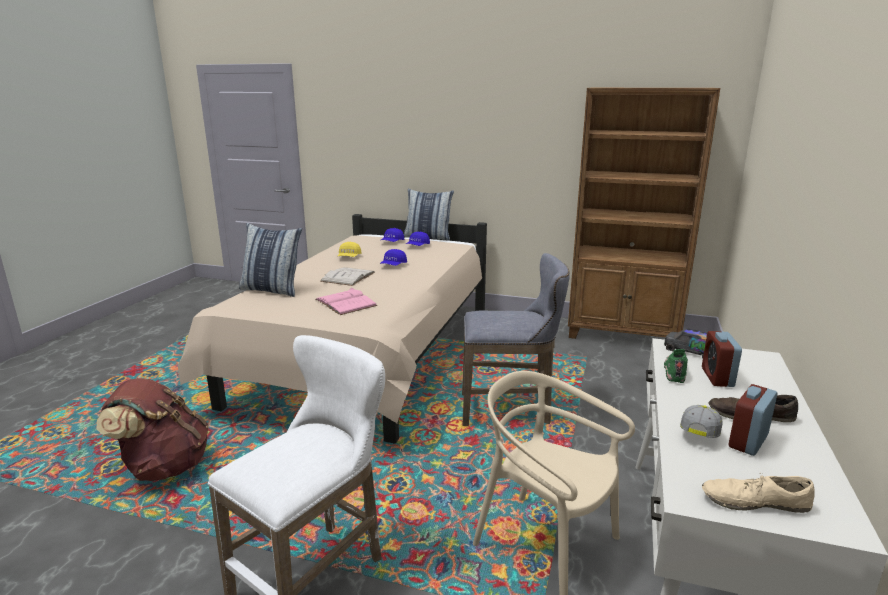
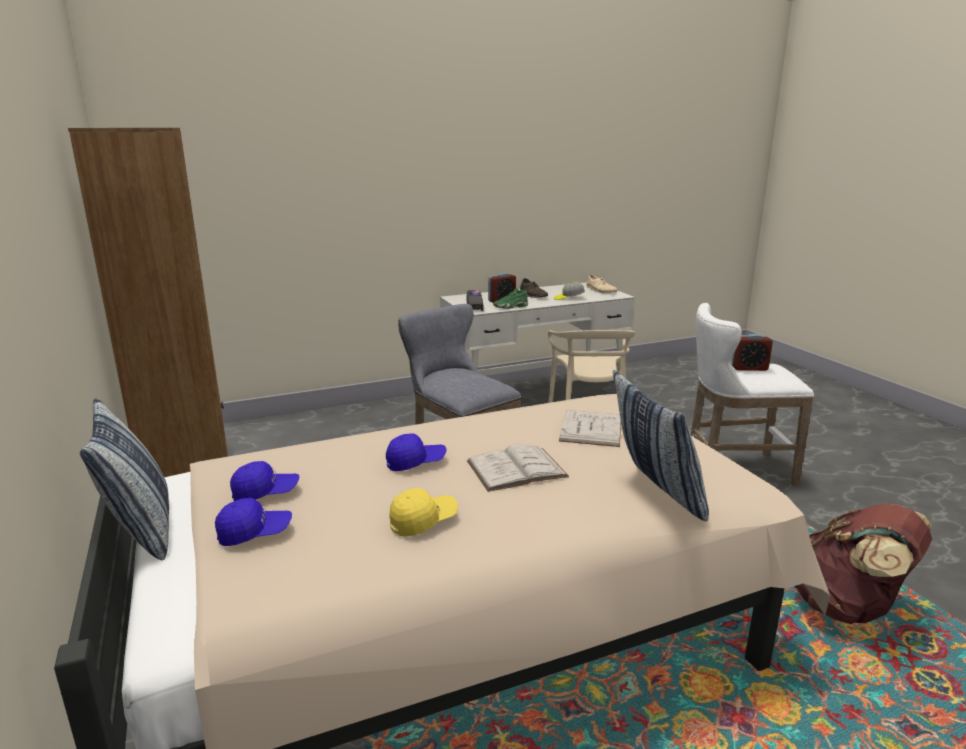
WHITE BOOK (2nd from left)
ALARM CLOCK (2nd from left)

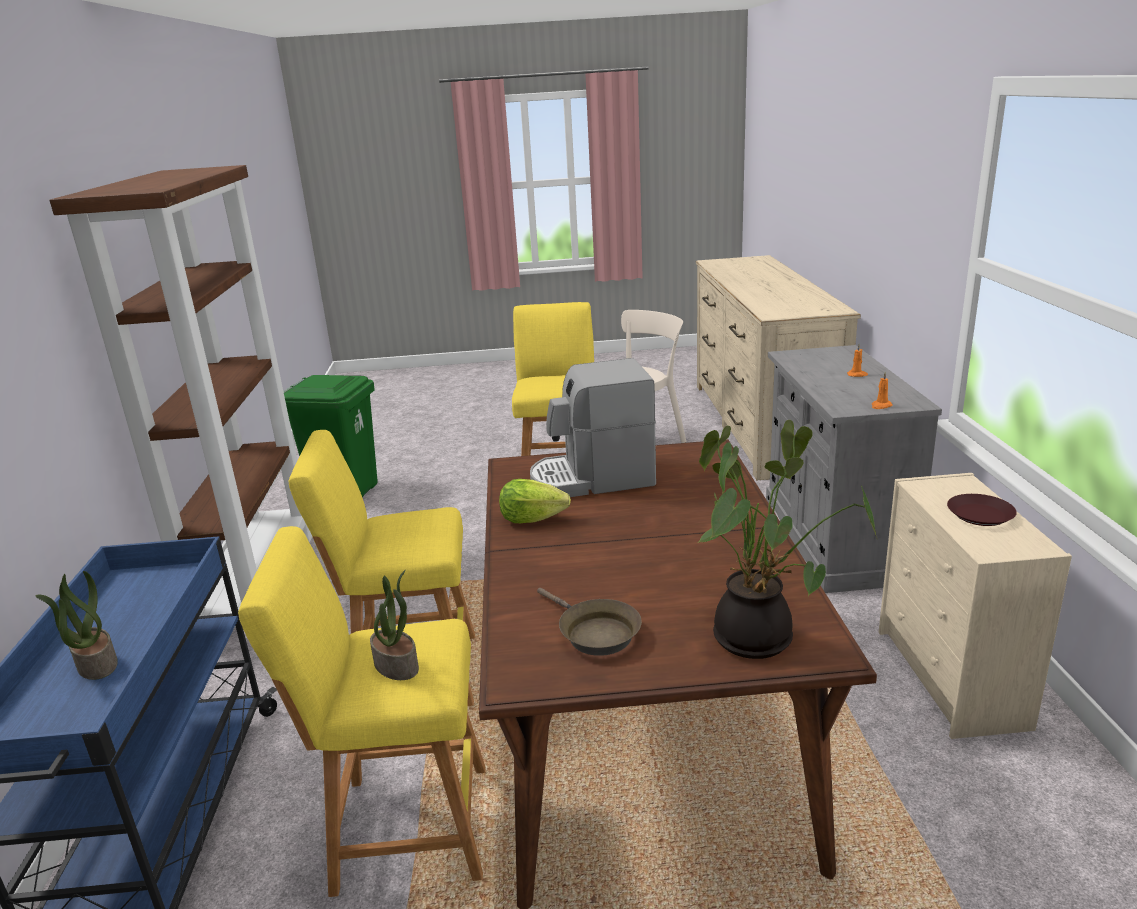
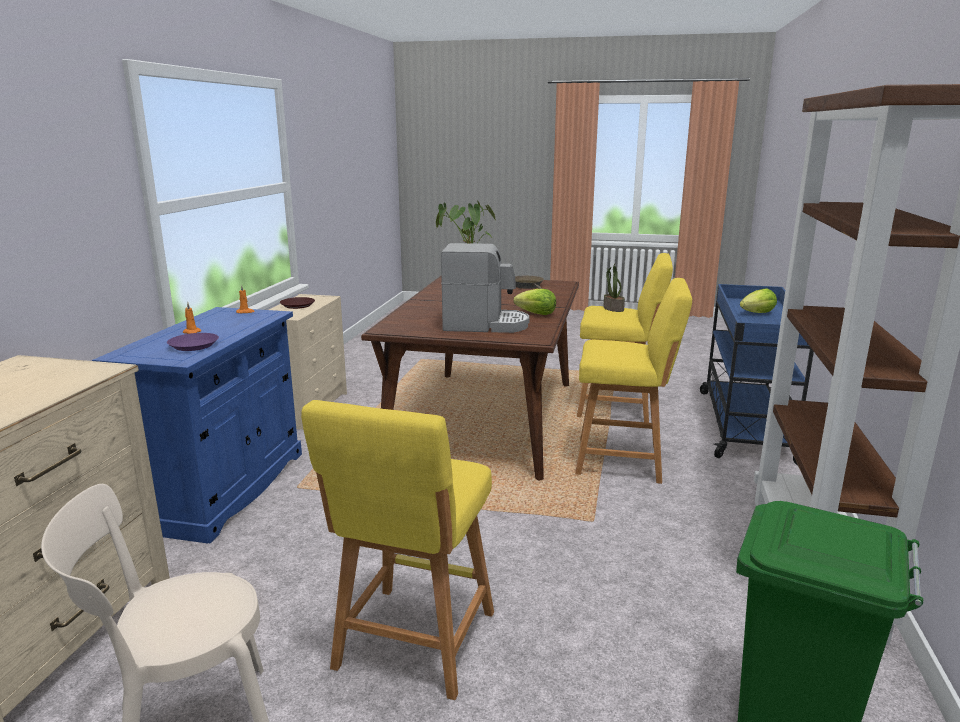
LETTUCE (2nd from left)
BLUE CABINET
PURPLE PLATE

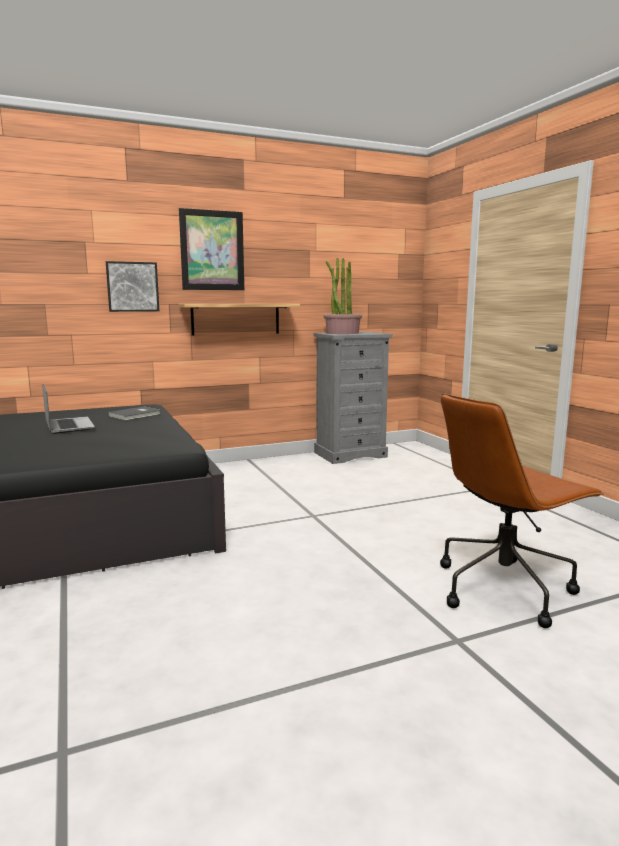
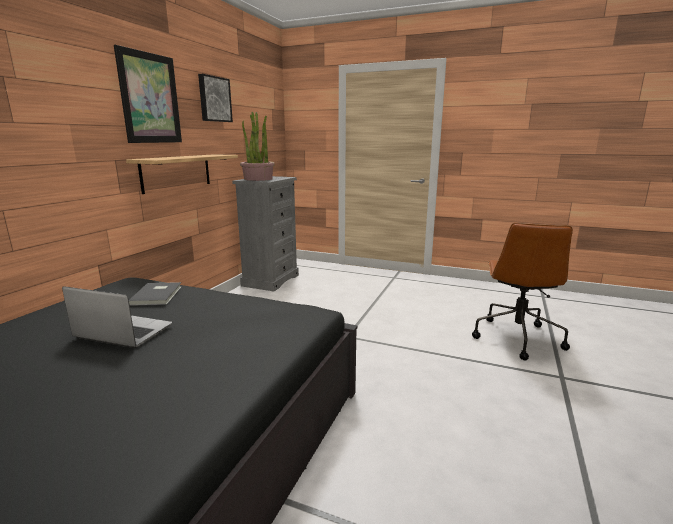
PICTURE (2nd from left)

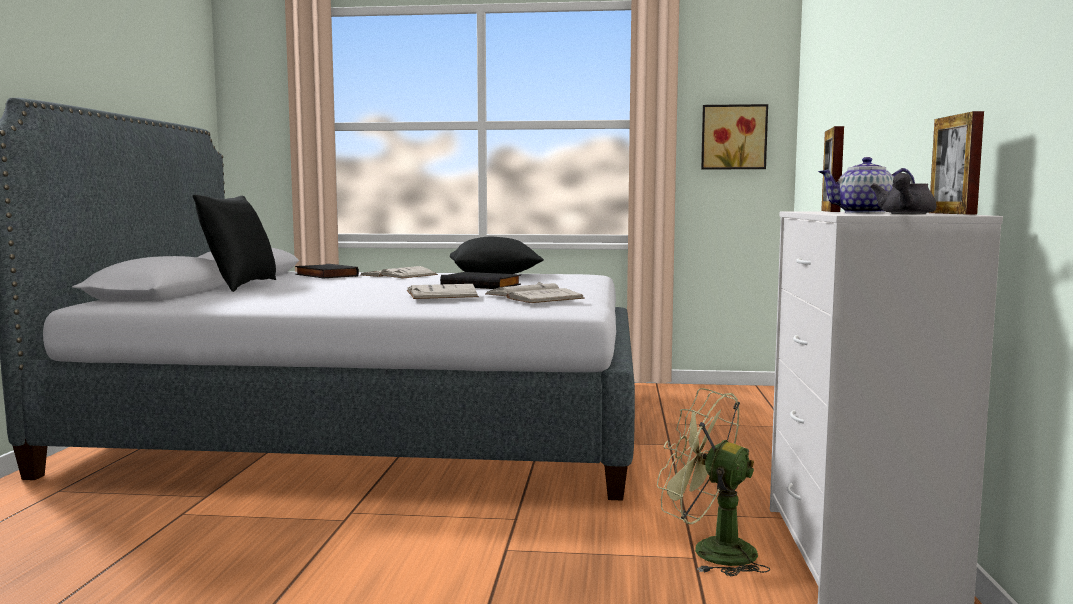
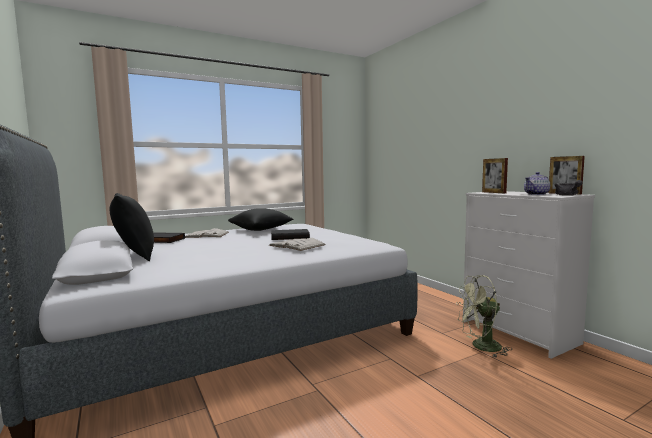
WHITE BOOK (3rd from left in the first image)
PICTURE

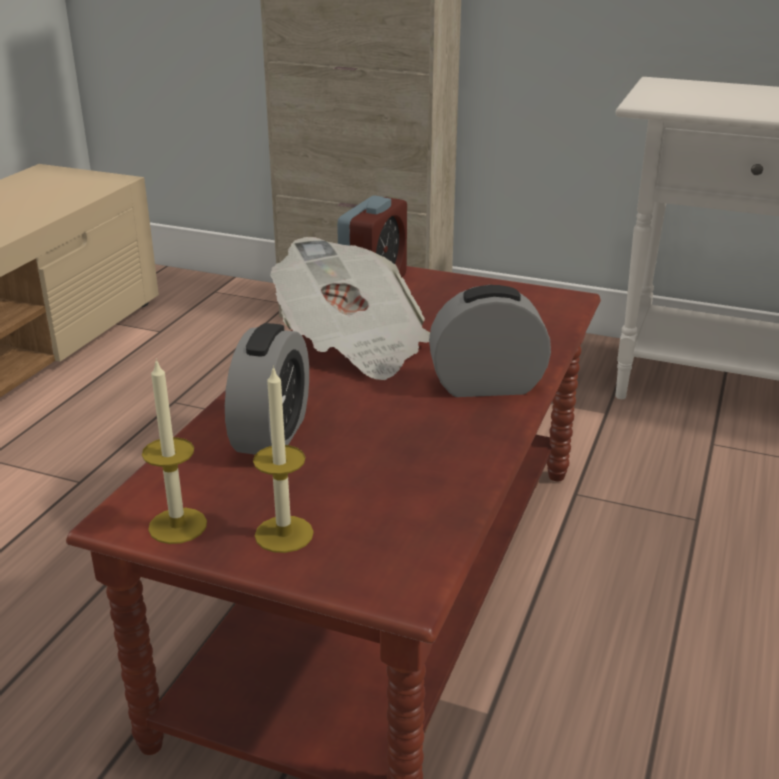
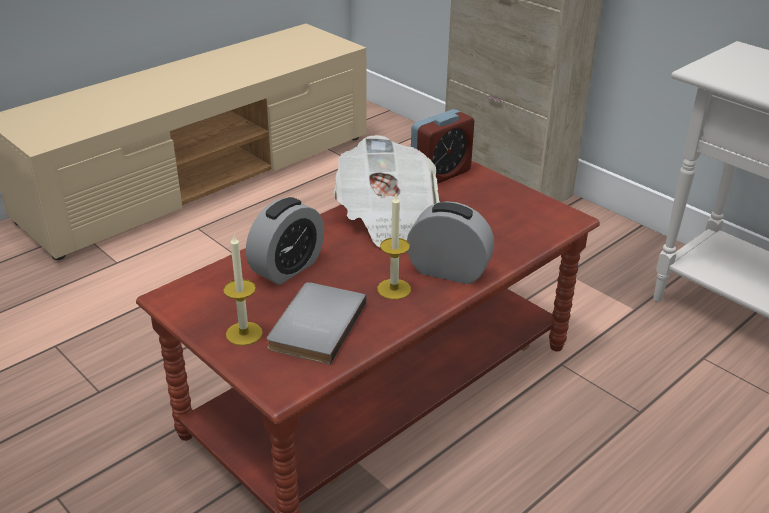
CANDLE (2nd from left)
GREY BOOK

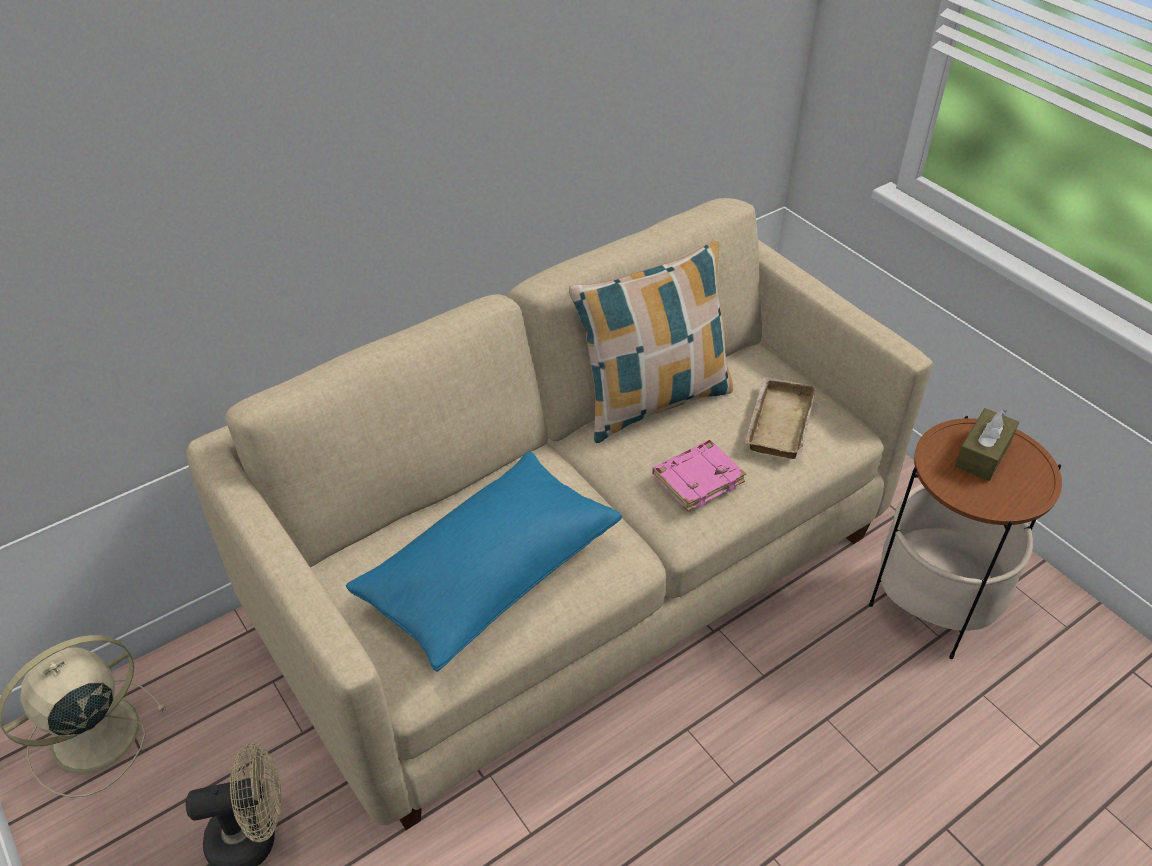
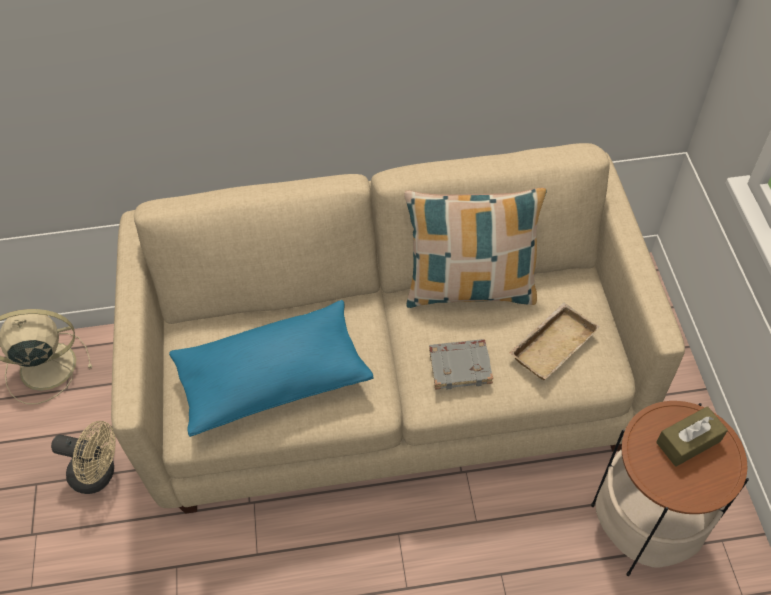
GREY BOOK

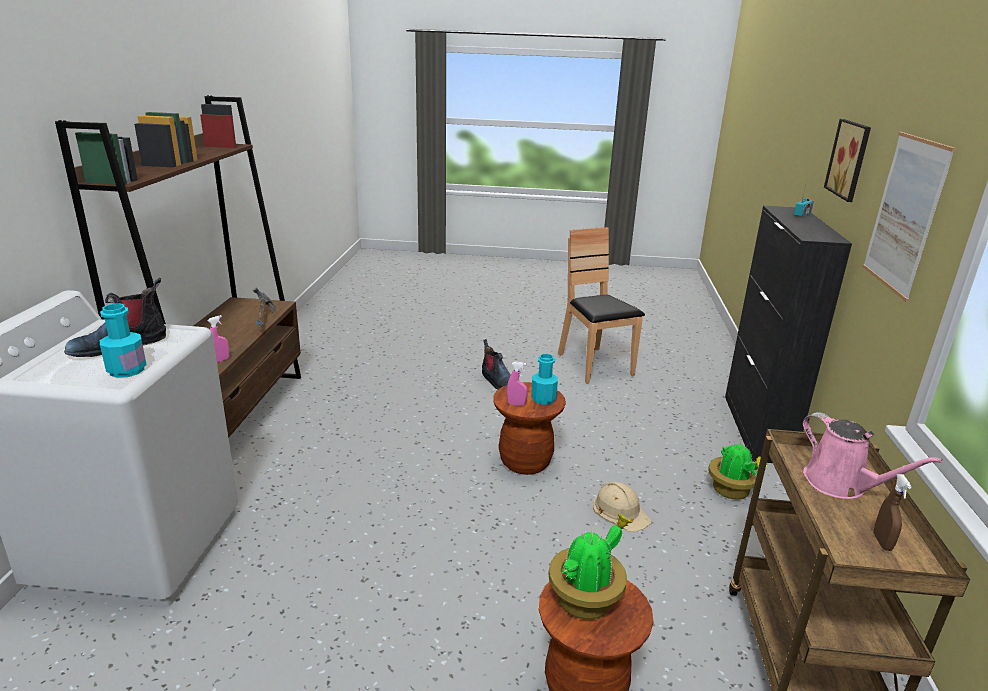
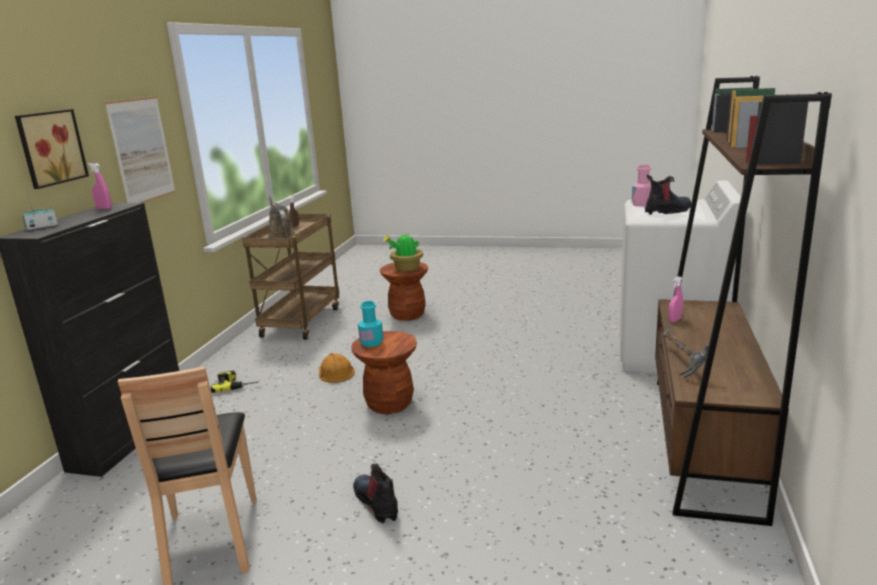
PINK BOTTLE
PINK SPRAY BOTTLE (1st from left)
ORANGE HARD HAT
POWER DRILL
BROWN WATERING CAN

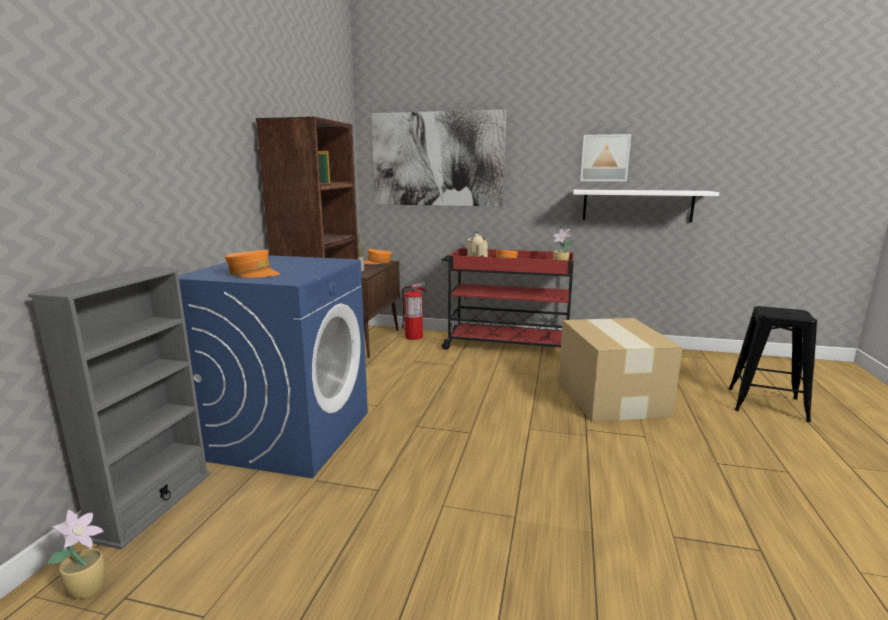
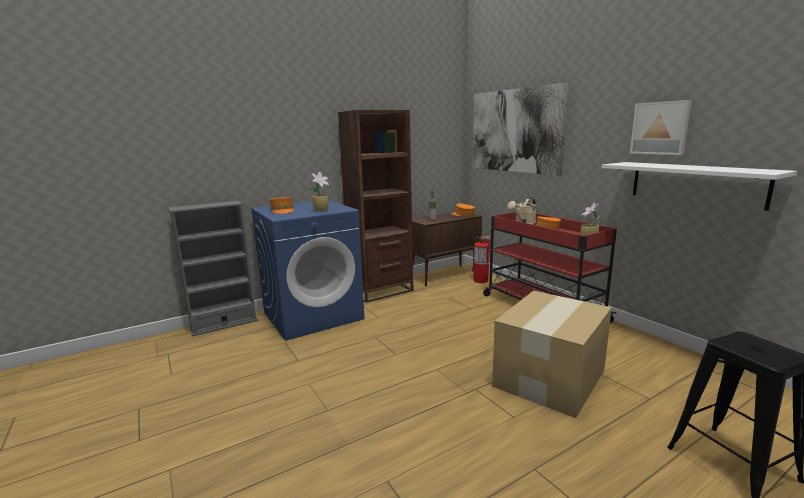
POTTED PLANT (1st from left)

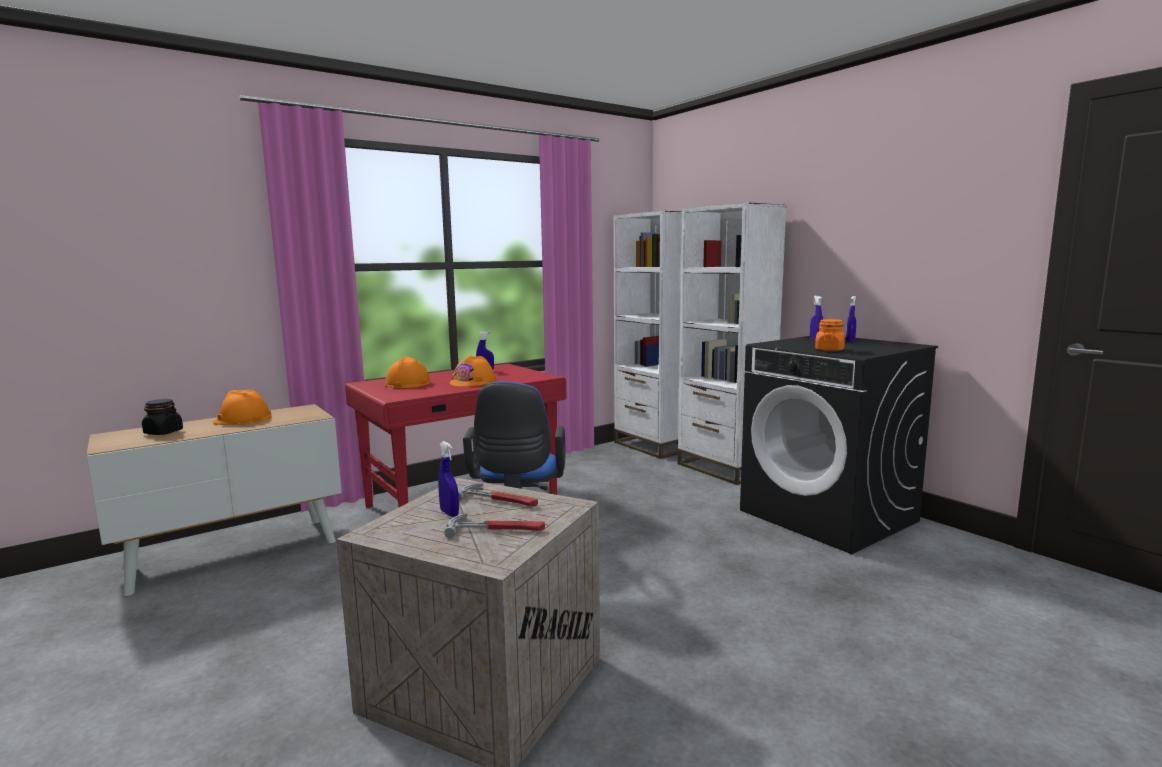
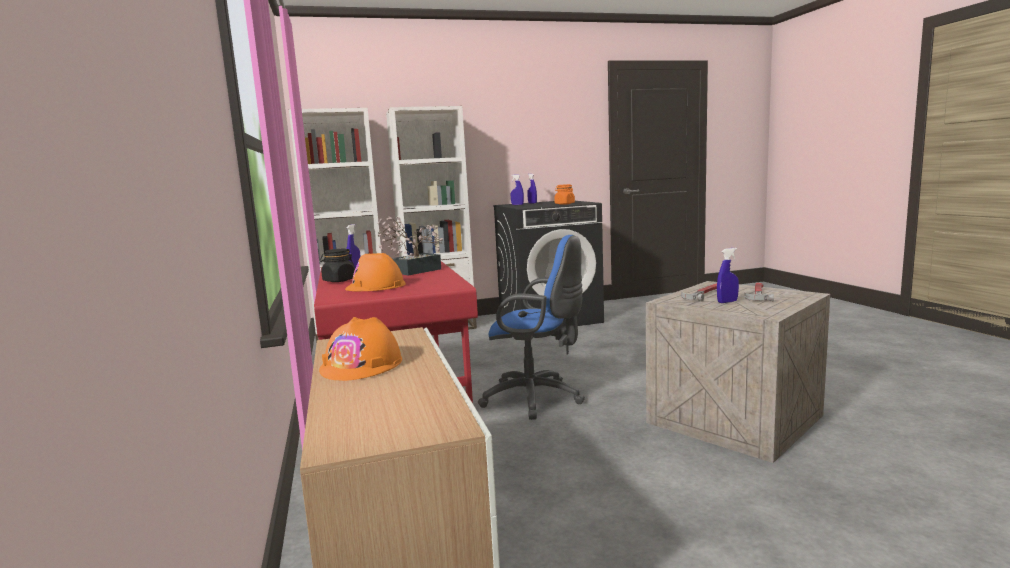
BLACK JAR
POTTED PLANT

